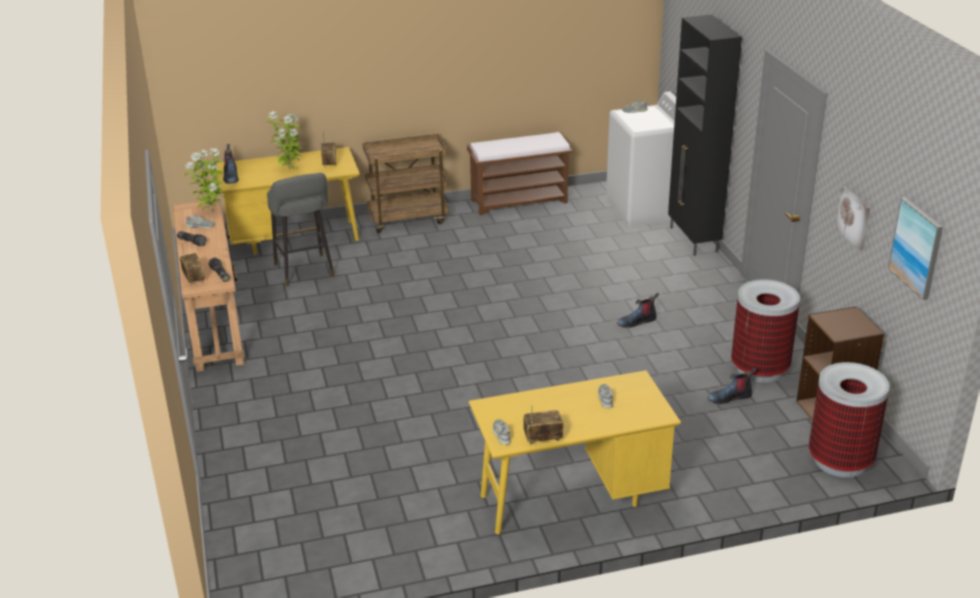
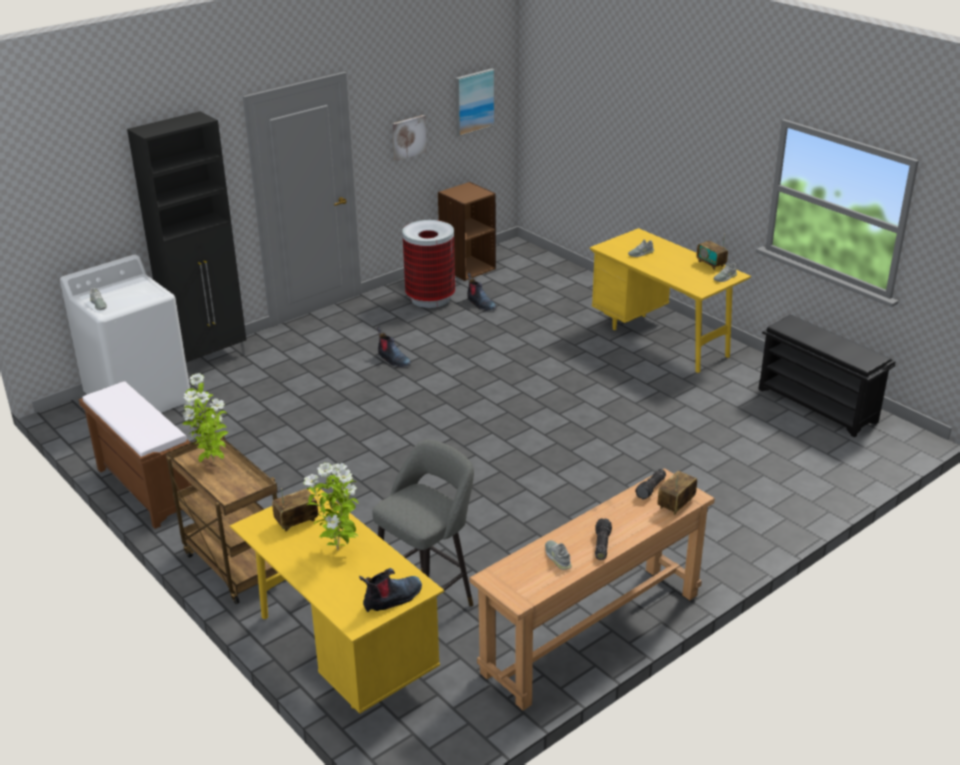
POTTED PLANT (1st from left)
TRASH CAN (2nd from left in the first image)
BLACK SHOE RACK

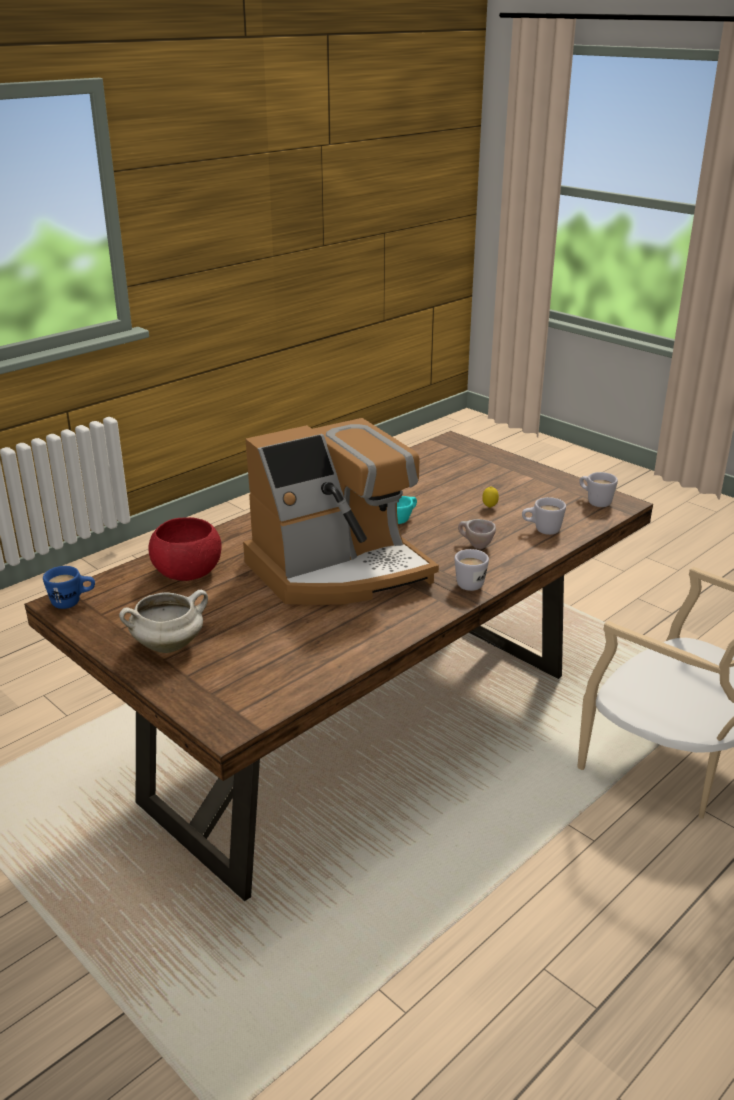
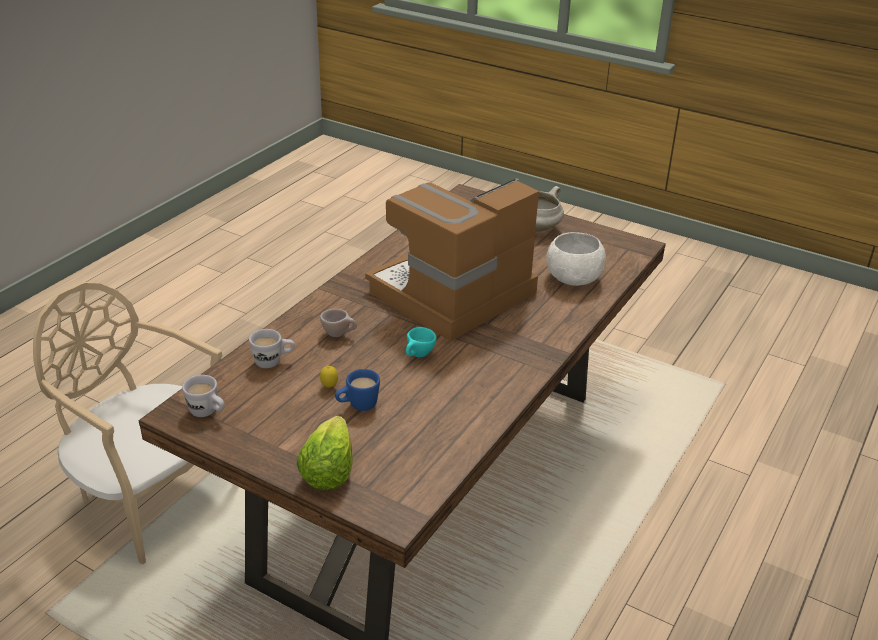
BLUE MUG
WHITE BOWL
WHITE MUG (1st from left in the first image)
LETTUCE

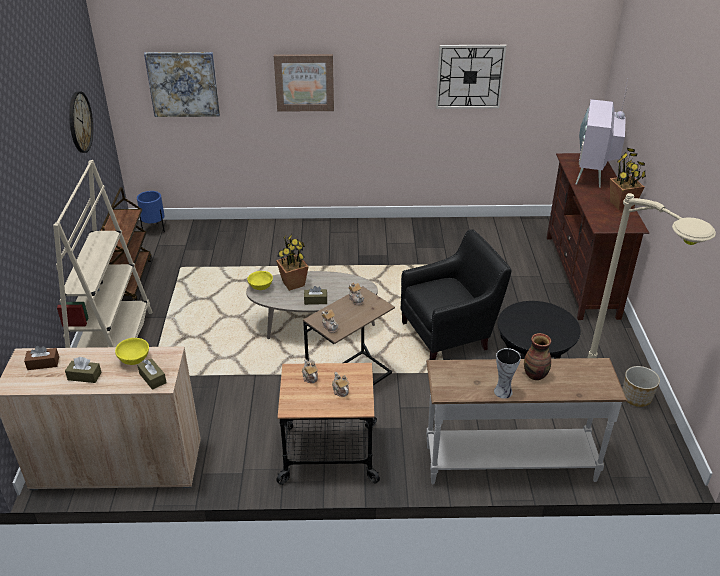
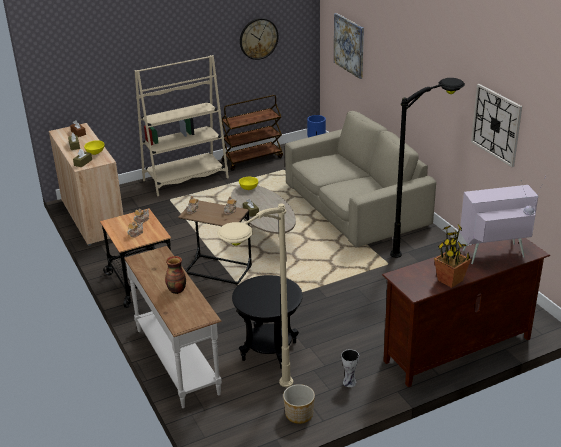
PICTURE (2nd from left in the first image)
POTTED PLANT (1st from left in the first image)
BLACK ARMCHAIR
VASE (2nd from left)
BEIGE SOFA
BLACK FLOOR LAMP

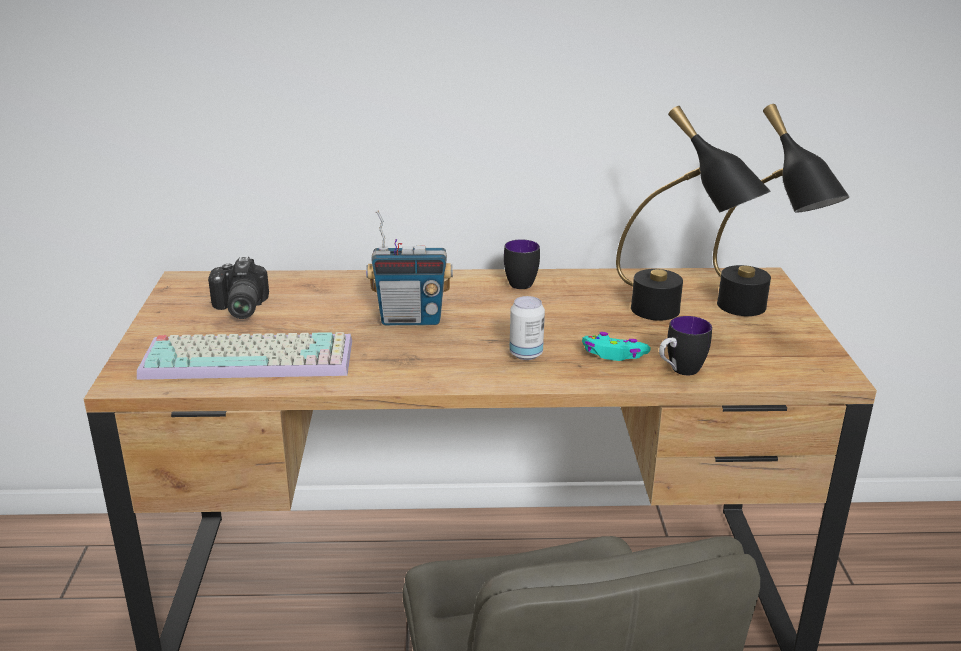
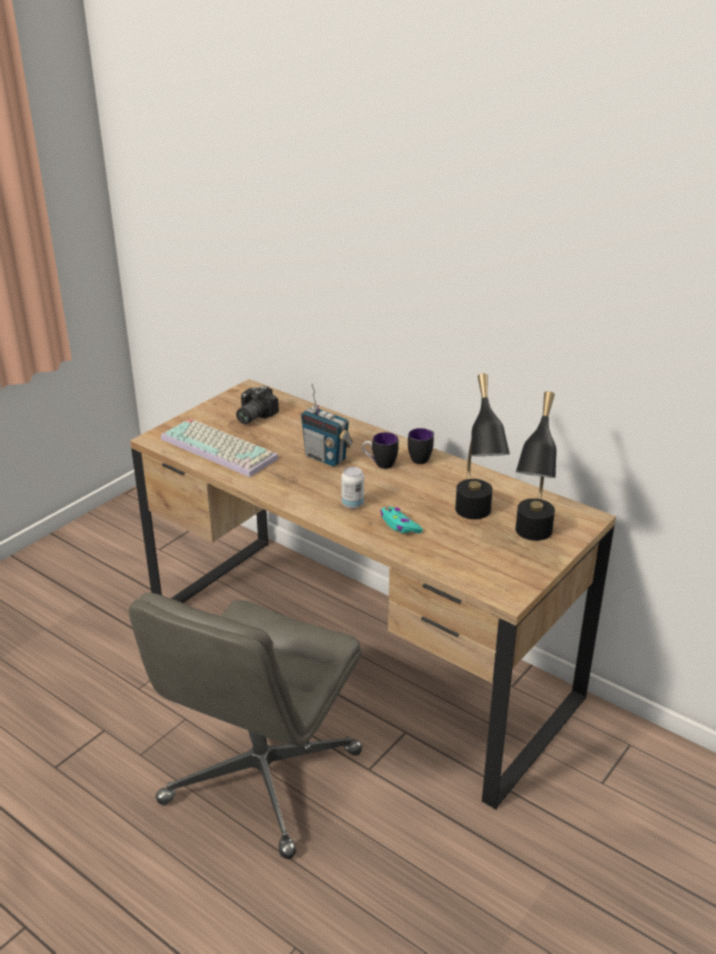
MUG (1st from left)

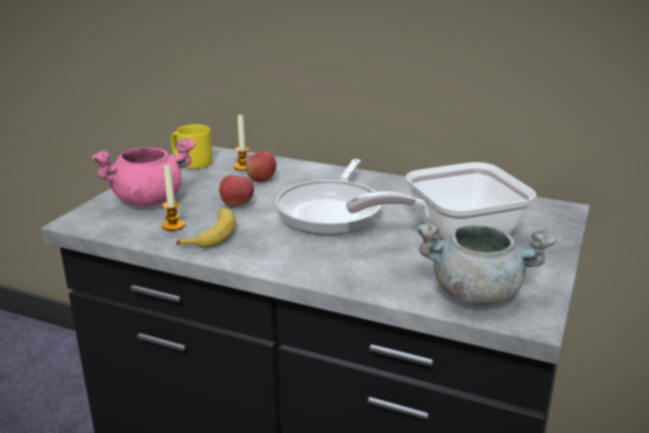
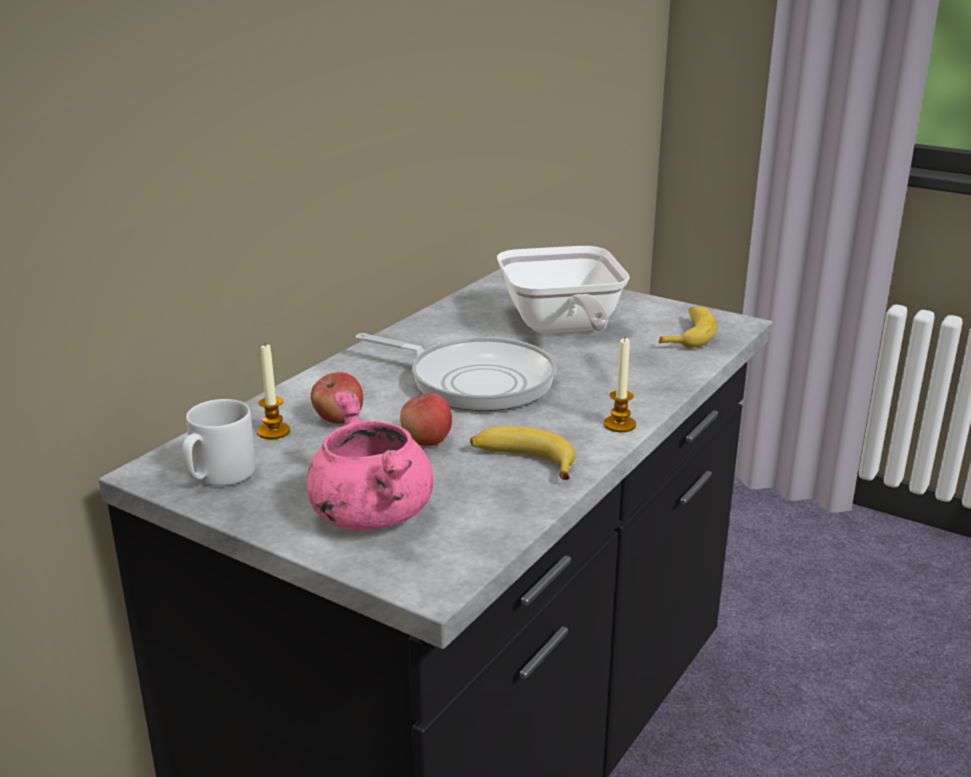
CANDLE (2nd from left)
GREY MUG
BANANA (2nd from left)

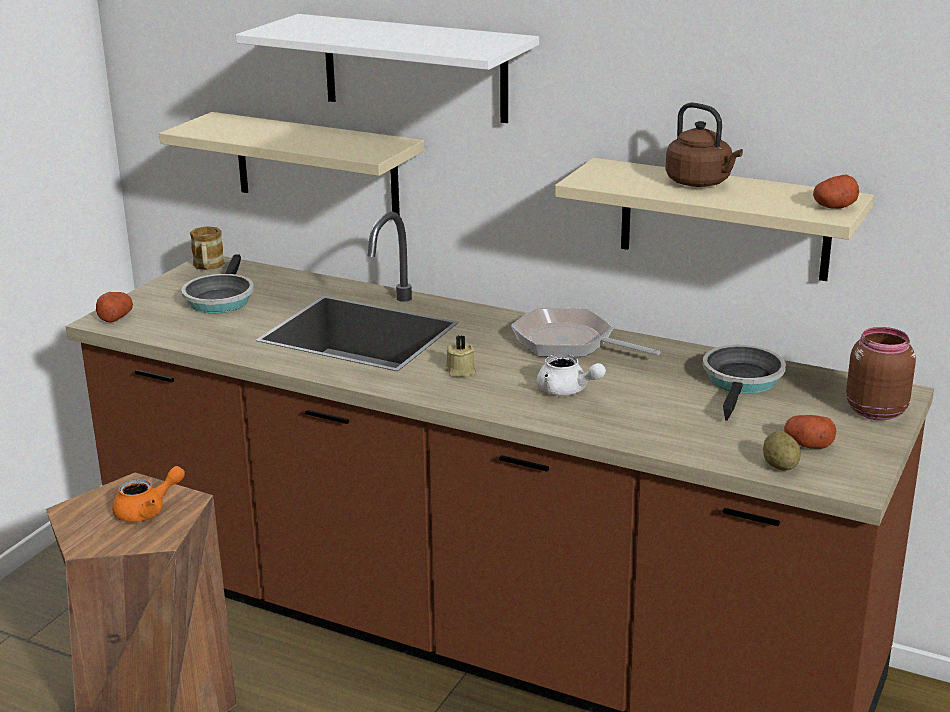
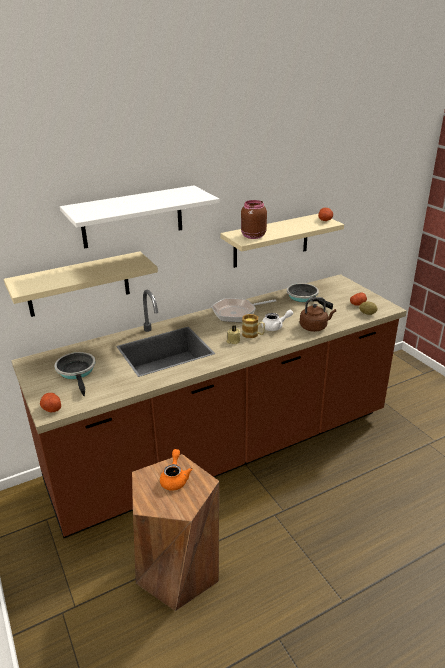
FRYING PAN (1st from left)
MUG
BROWN KETTLE
BROWN JAR

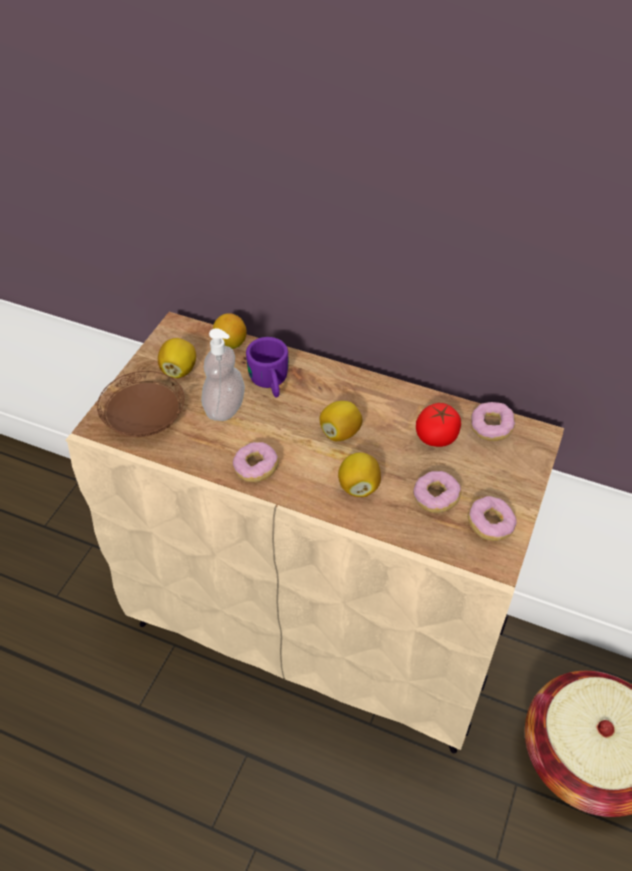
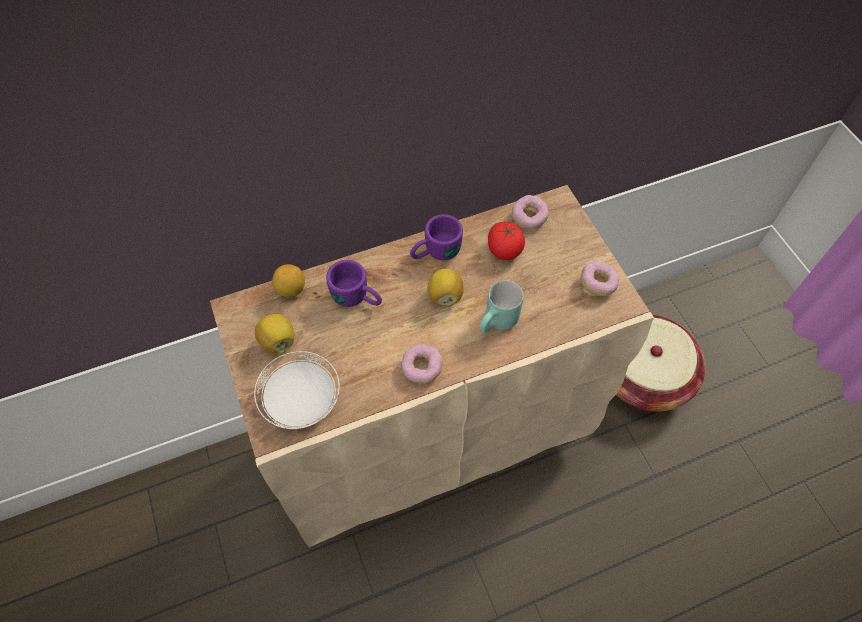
WHITE PLATE
SOAP DISPENSER
TURQUOISE MUG
DONUT (2nd from left in the first image)
PURPLE MUG (2nd from left)

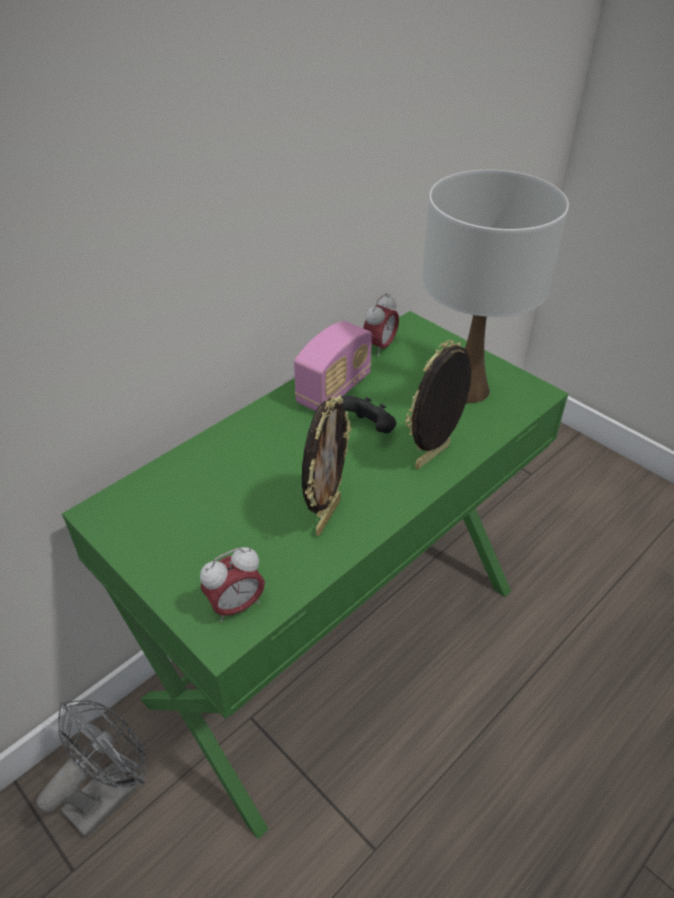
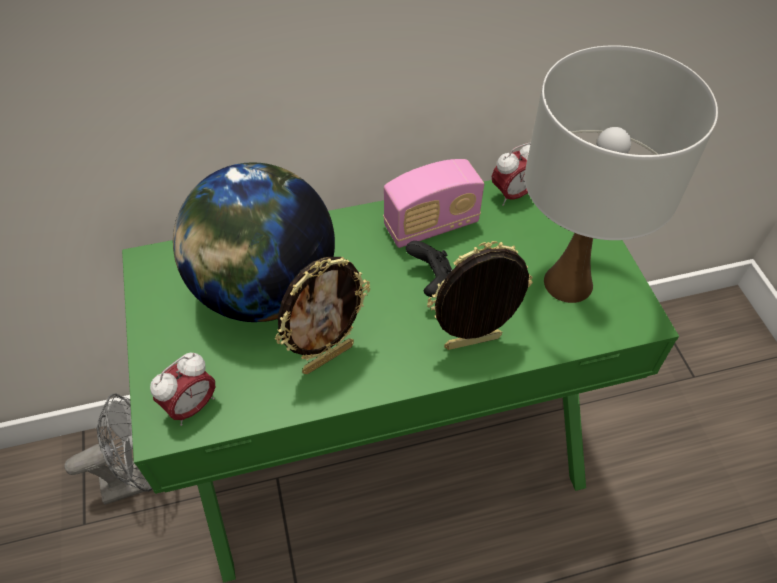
ALARM CLOCK (1st from left)
GLOBE

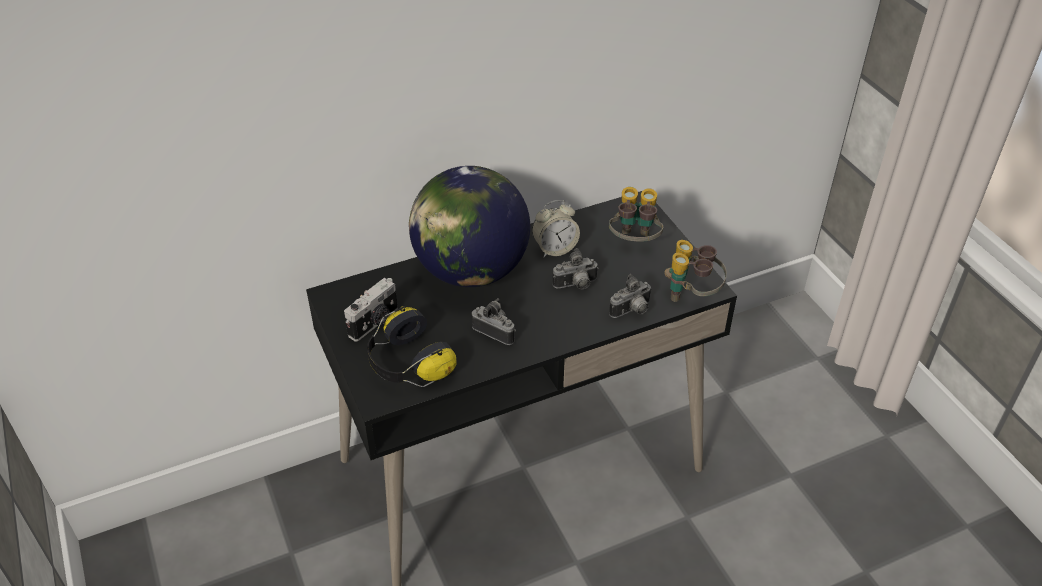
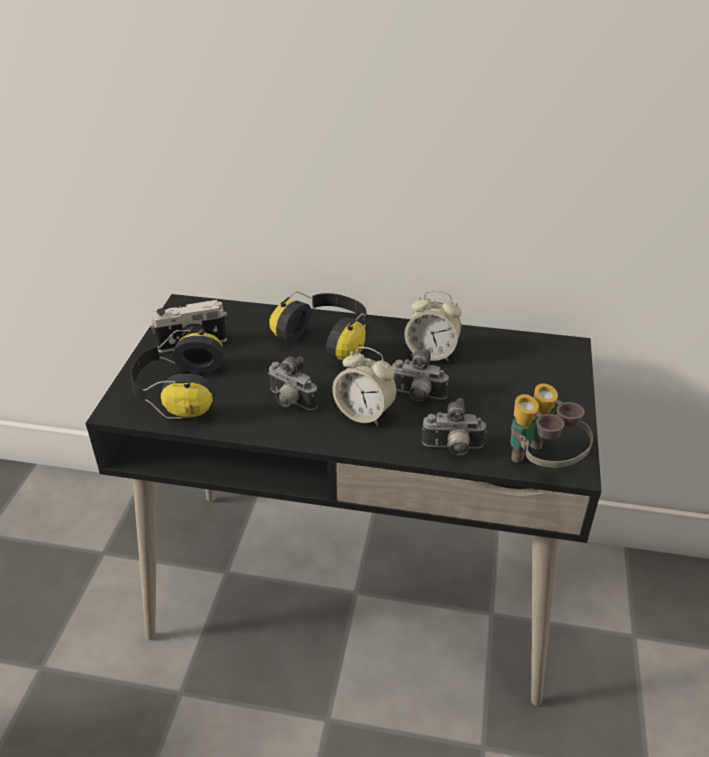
HEADPHONES (2nd from left)
PHOTO CAMERA (2nd from left)
BINOCULARS (1st from left in the first image)
ALARM CLOCK (1st from left)

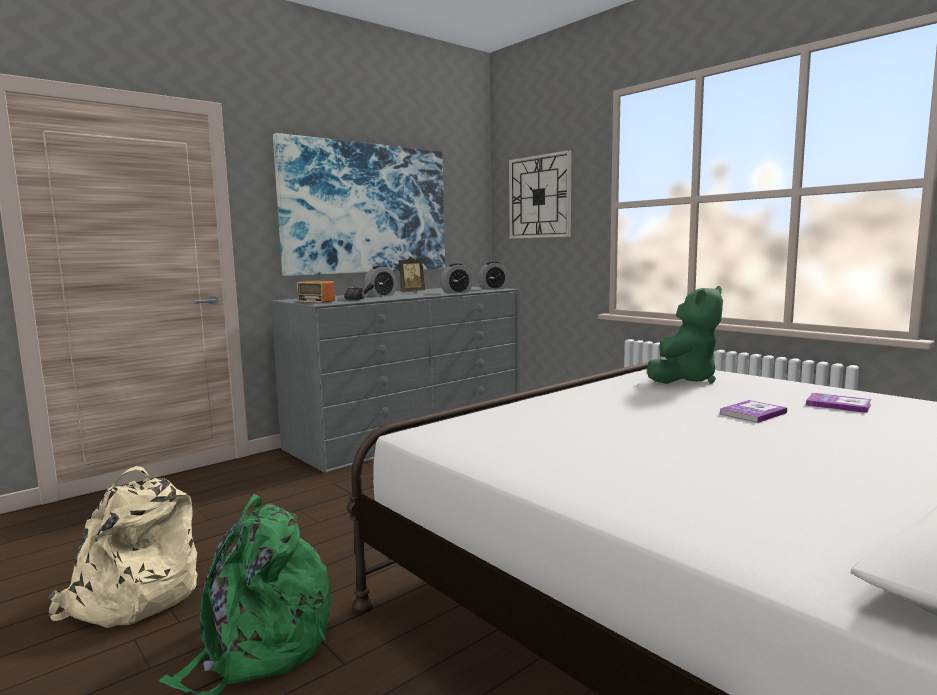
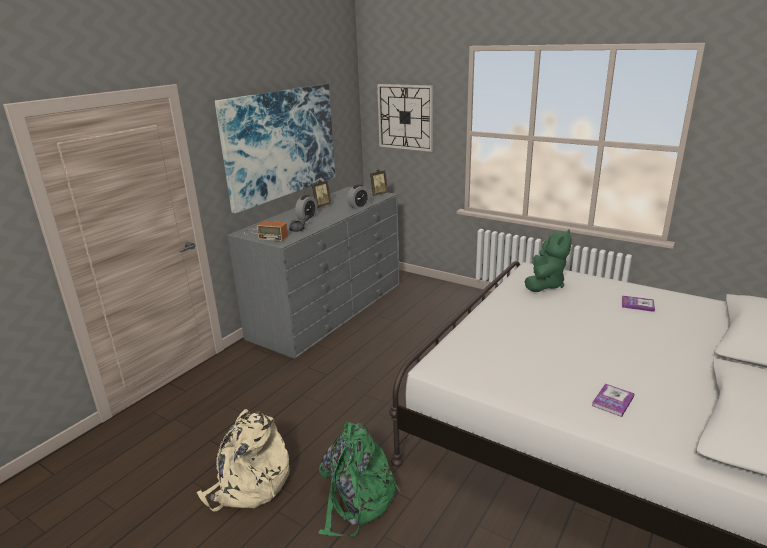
PICTURE FRAME (2nd from left)
BOOK (1st from left)

